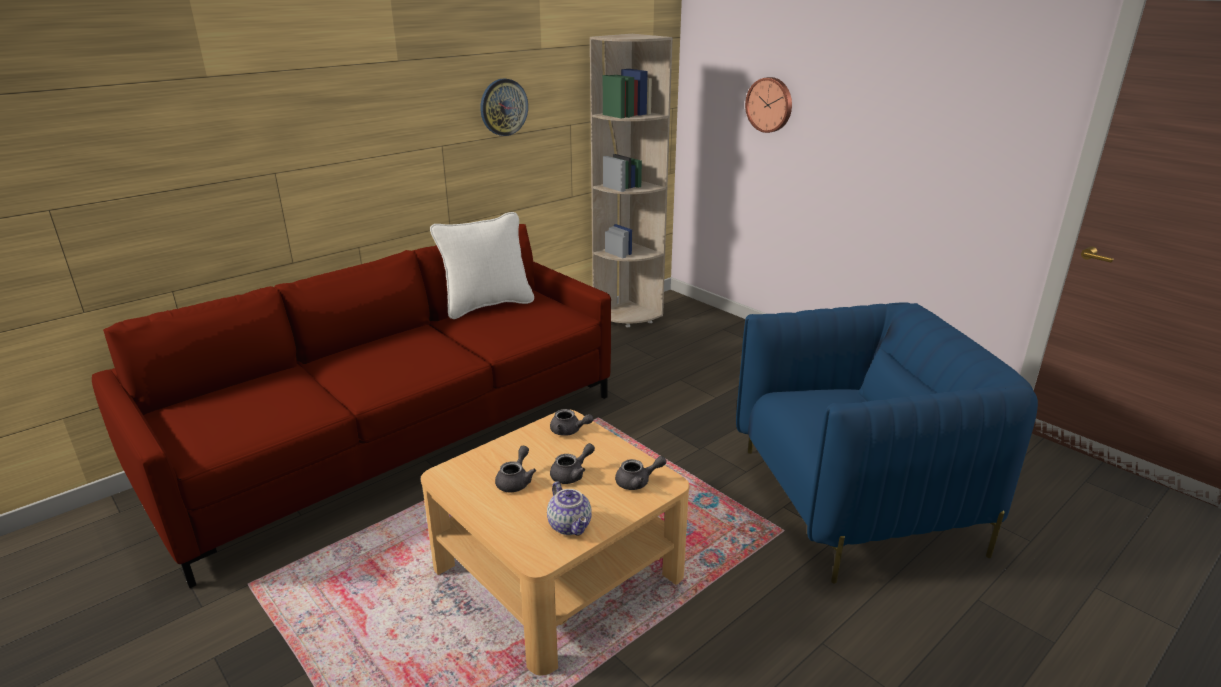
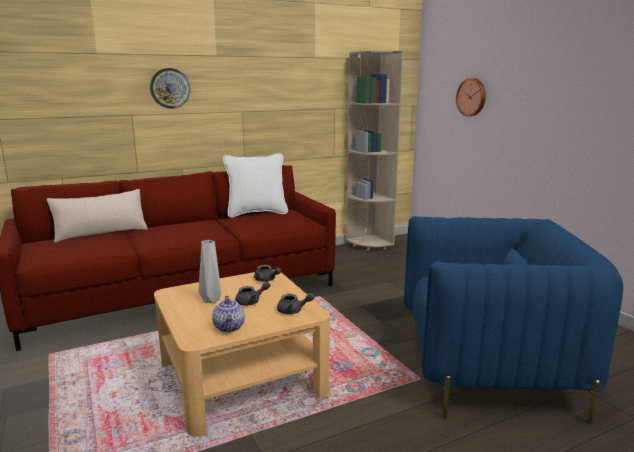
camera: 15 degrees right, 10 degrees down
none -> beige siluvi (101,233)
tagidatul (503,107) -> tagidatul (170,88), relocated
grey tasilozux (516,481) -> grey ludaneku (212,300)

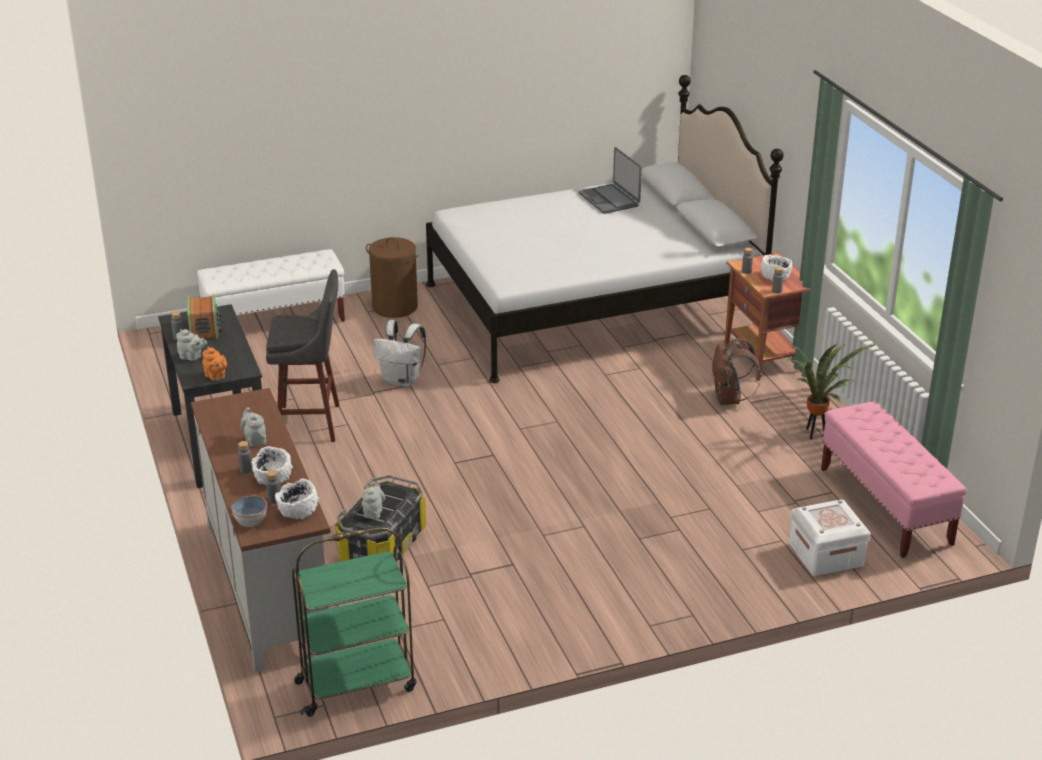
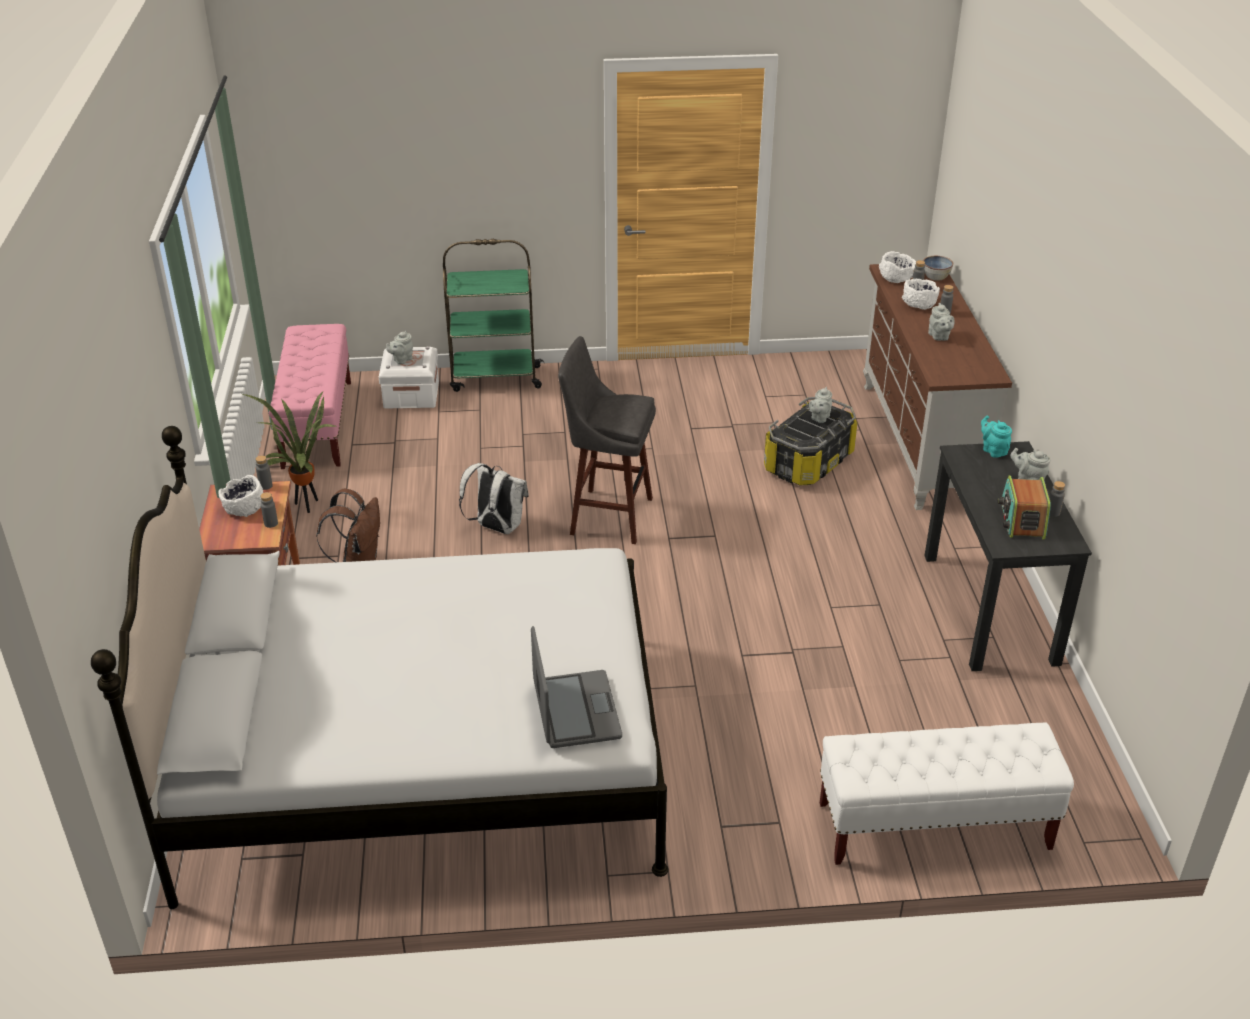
camera: 165 degrees left, 5 degrees up
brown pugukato (394,307) -> none
none -> grey tasilozux (401,360)
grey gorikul (312,424) -> grey gorikul (607,515), relocated
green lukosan (357,686) -> green lukosan (494,379), relocated
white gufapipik (402,380) -> white gufapipik (496,527), relocated
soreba (609,200) -> soreba (575,711), relocated
orange tasilozux (216,377) -> turquoise tasilozux (993,450)

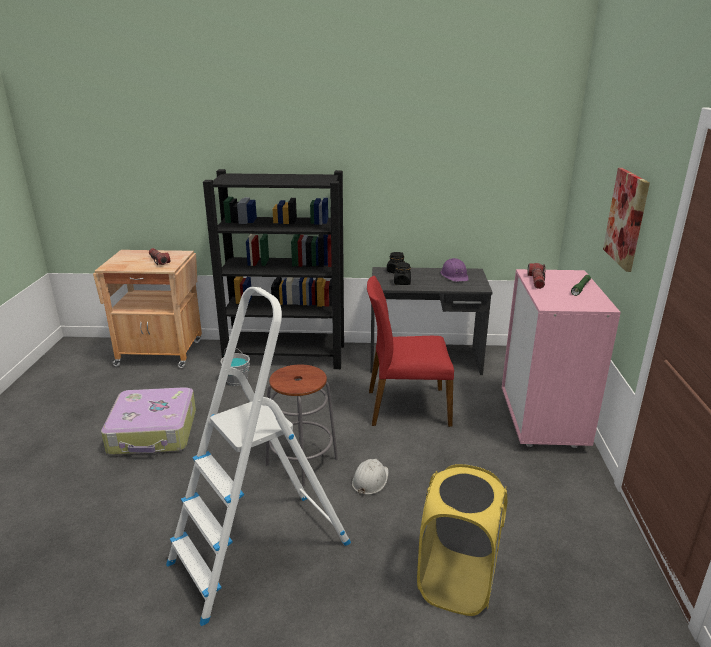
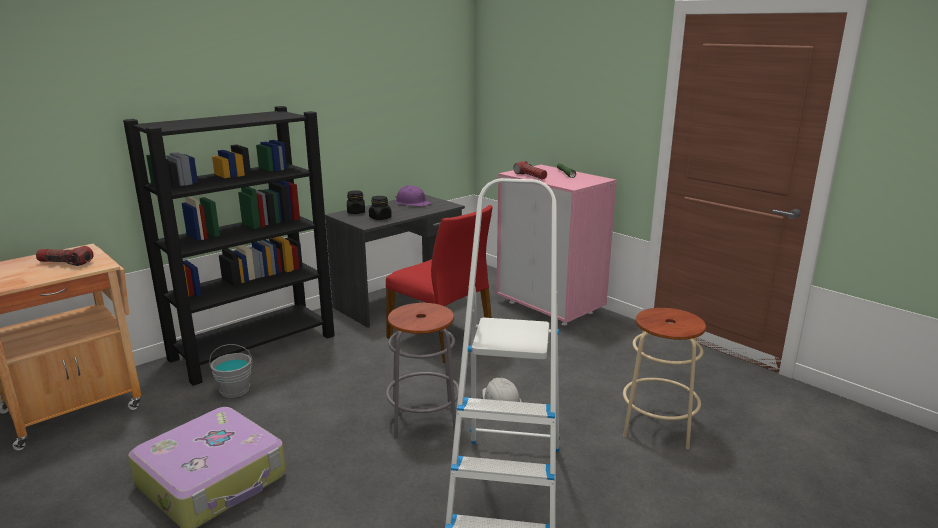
camera: 45 degrees left, 5 degrees down
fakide (626,218) -> none
yellow pugukato (457,582) -> beige gorikul (658,425)
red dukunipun (407,407) -> red dukunipun (442,338), 90 degrees counterclockwise

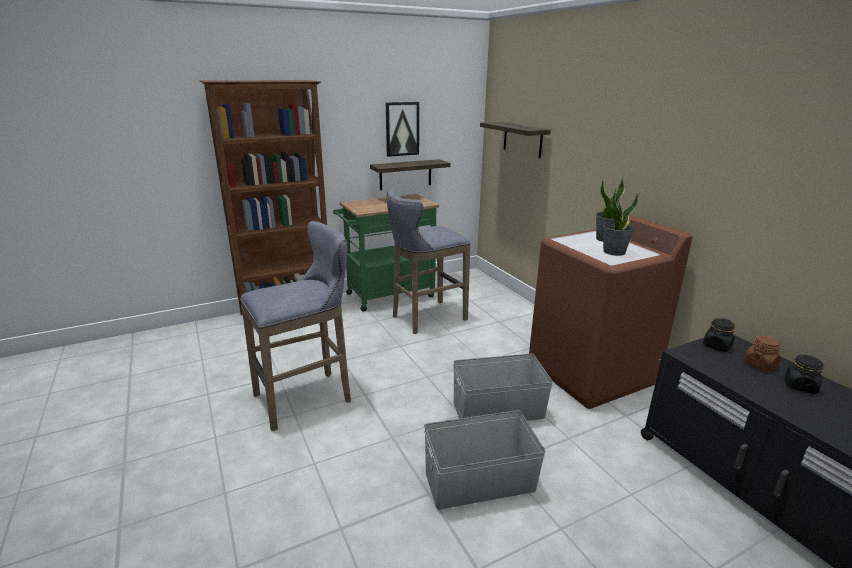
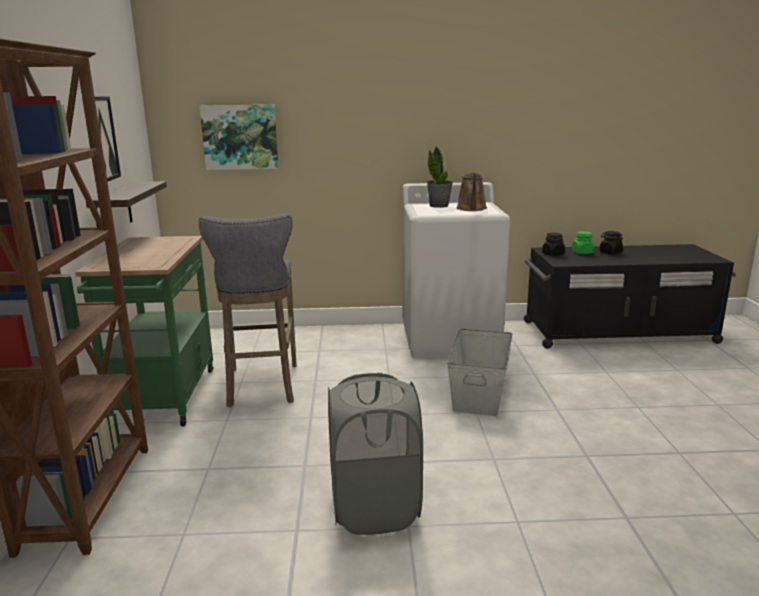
camera: 65 degrees left, 5 degrees down
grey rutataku (480,482) -> none
grey gorikul (307,397) -> grey pugukato (374,508)
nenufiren (522,139) -> fakide (240,137)
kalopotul (614,252) -> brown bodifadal (471,209)
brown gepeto (591,373) -> white gepeto (450,339)
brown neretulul (760,364) -> green neretulul (582,252)

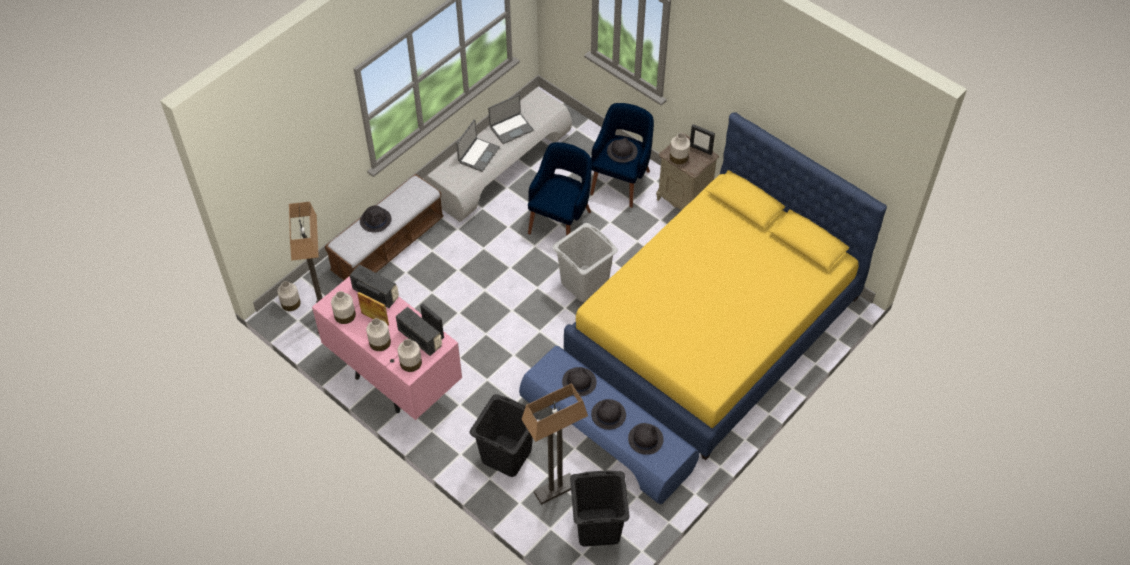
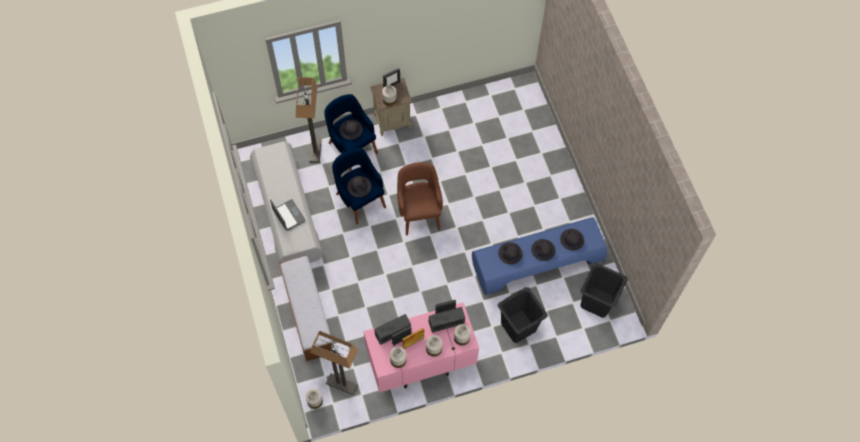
camera: 60 degrees left, 10 degrees up
soreba (511,128) -> none
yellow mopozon (714,326) -> none
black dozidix (376,220) -> black dozidix (359,186), relocated
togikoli (555,489) -> togikoli (315,151), relocated
grey pugukato (584,283) -> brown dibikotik (419,213)

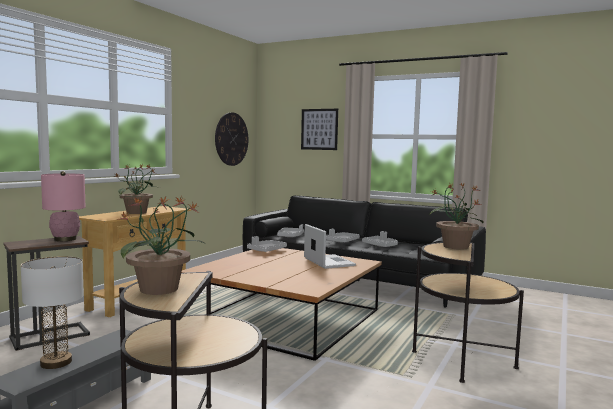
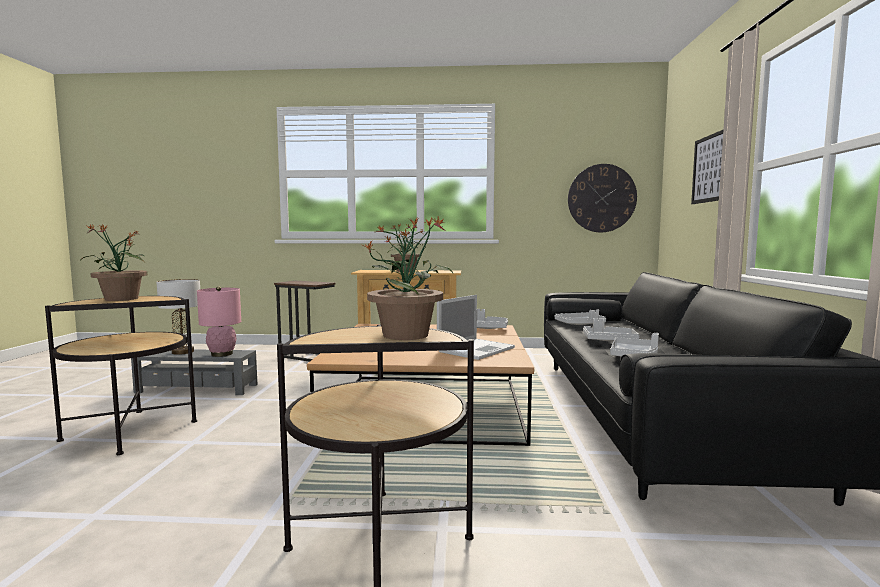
camera: 65 degrees right, 0 degrees up
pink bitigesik (65,239) -> pink bitigesik (221,354), relocated

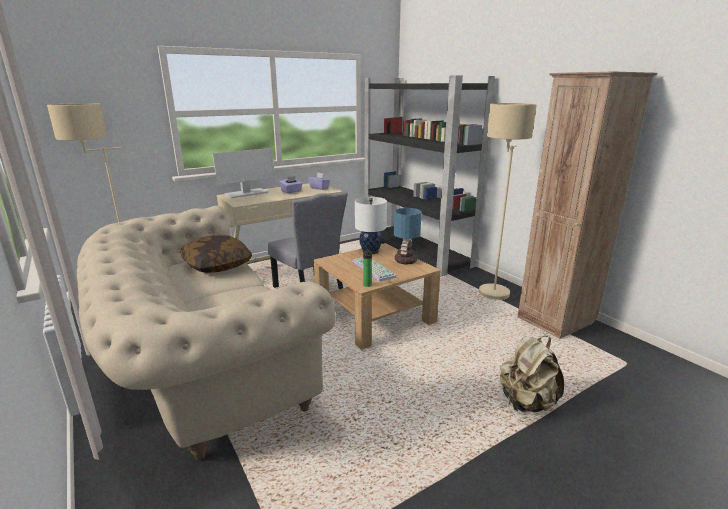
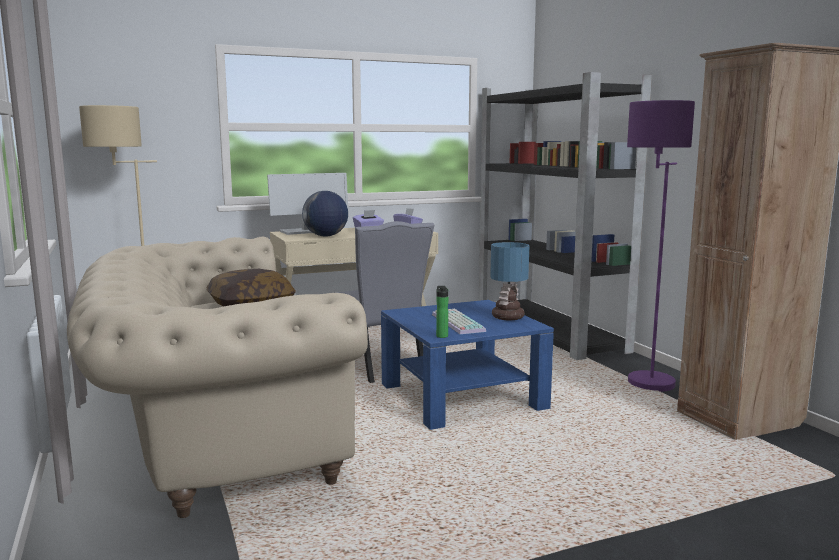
camera: 10 degrees right, 10 degrees down
white bitigesik (370,251) -> none
beige gufapipik (526,402) -> none
none -> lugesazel (325,236)
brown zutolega (374,316) -> blue zutolega (462,396)
beige togikoli (491,297) -> purple togikoli (645,387)

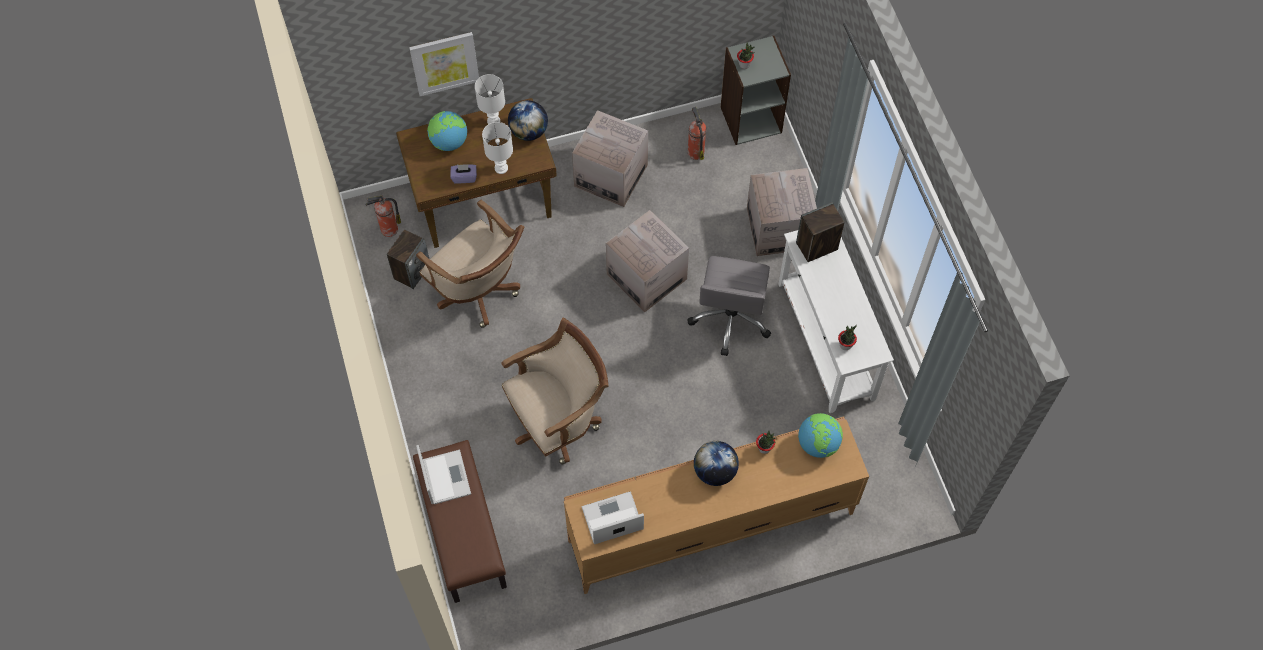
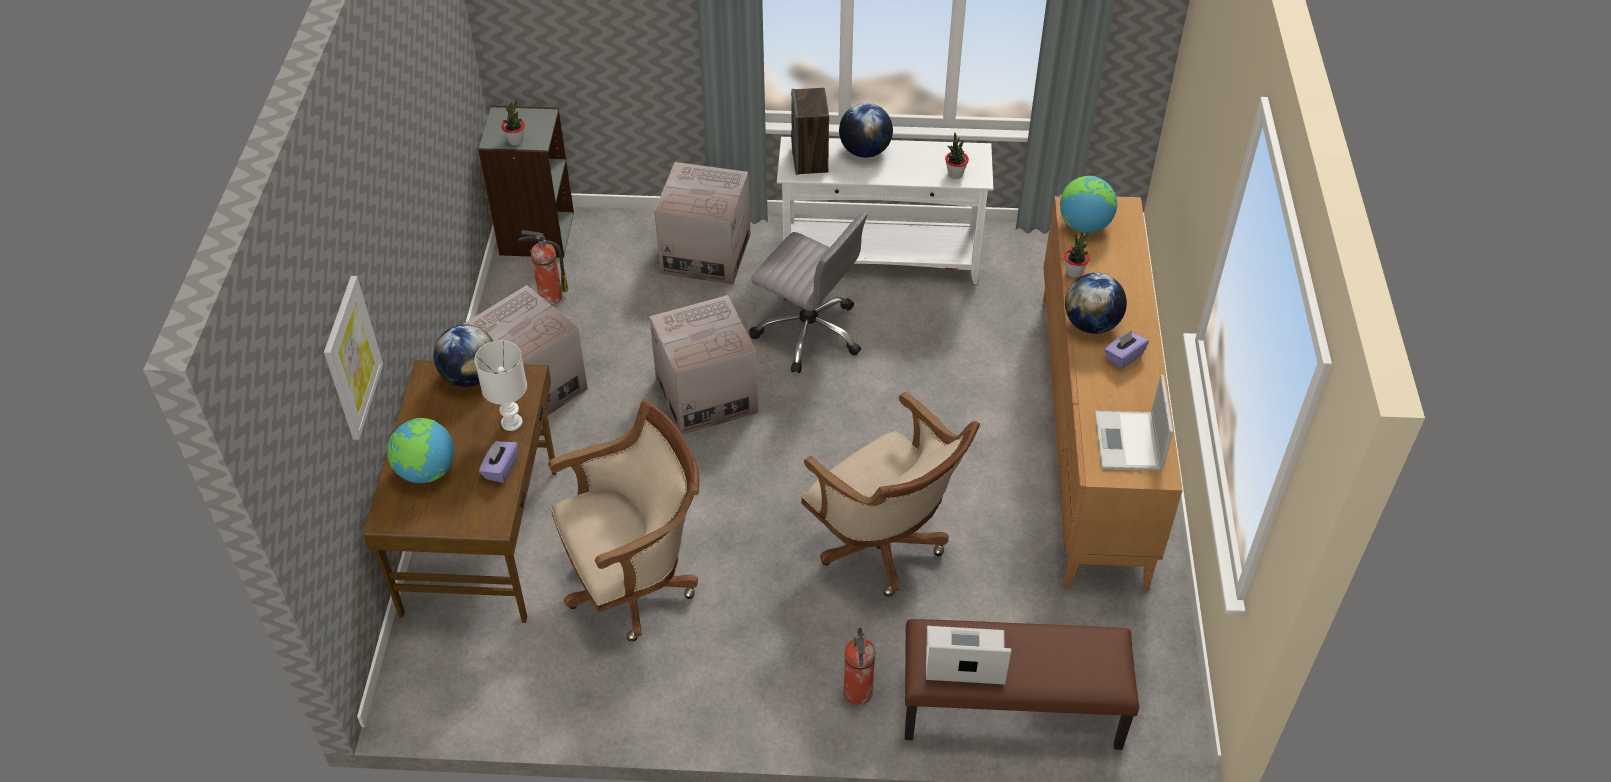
camera: 70 degrees left, 15 degrees down
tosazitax (412,271) -> none
white bitigesik (493,121) -> none
none -> lugesazel (865,151)
none -> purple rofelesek (1123,357)
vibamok (388,229) -> vibamok (858,694), relocated
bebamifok (559,423) -> bebamifok (884,549), 150 degrees clockwise

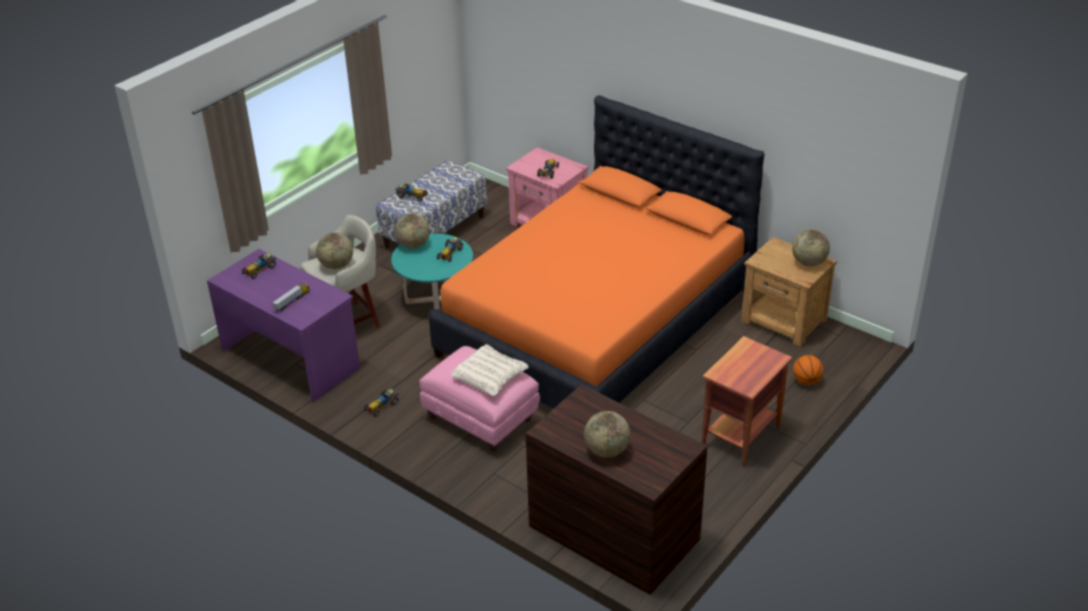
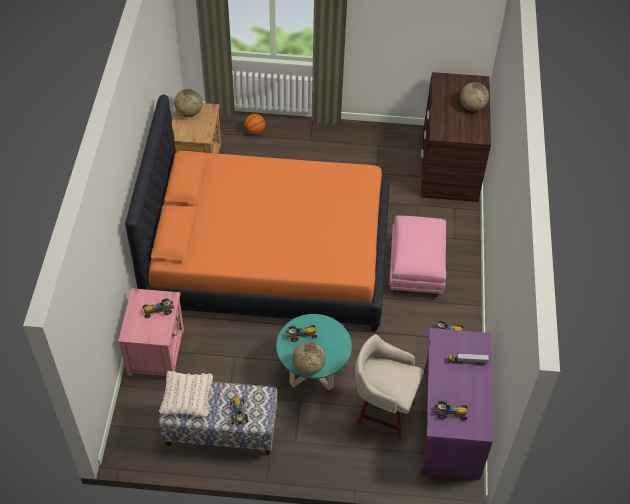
camera: 125 degrees left, 15 degrees up
lugesazel (336,265) -> none
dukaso (741,437) -> none
beige siluvi (490,376) -> beige siluvi (187,397), relocated

